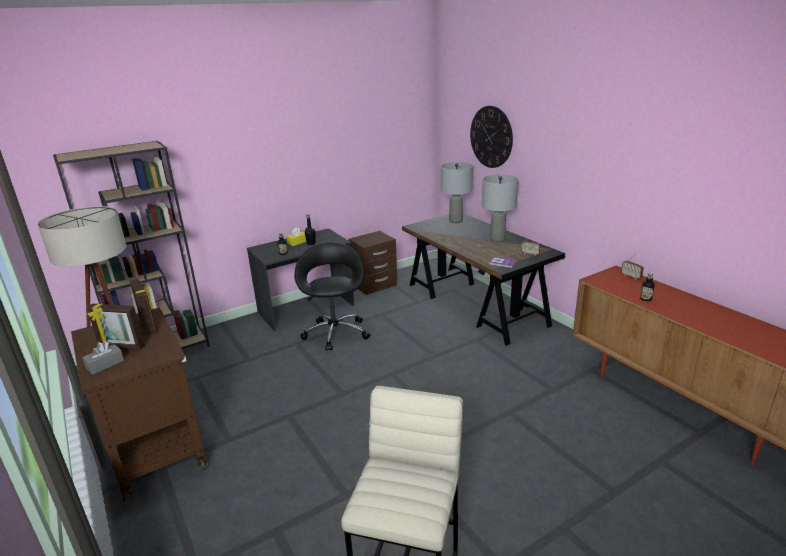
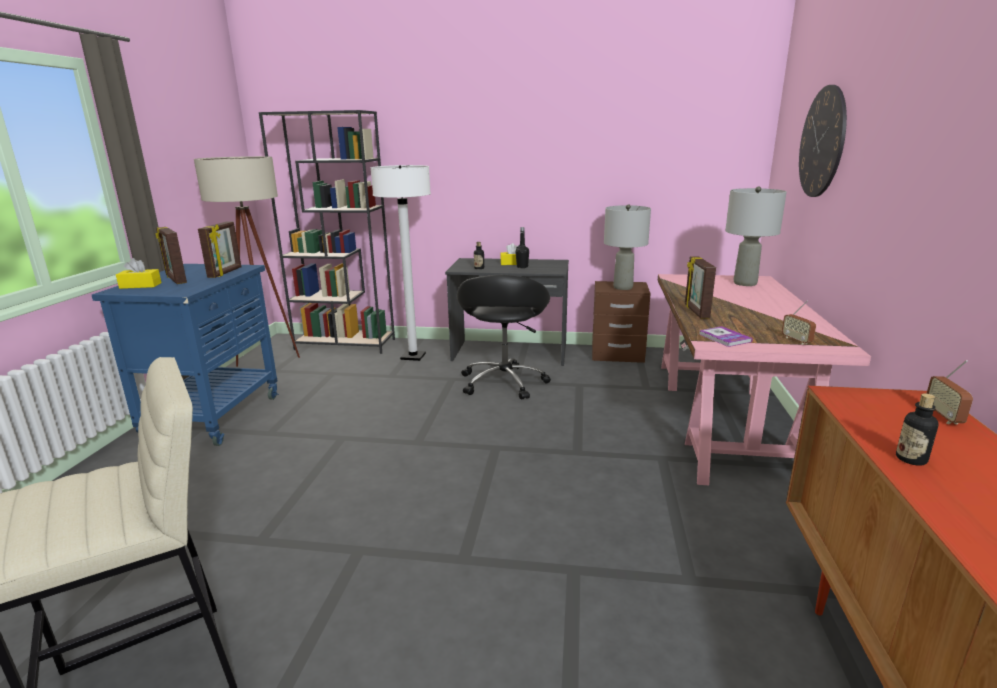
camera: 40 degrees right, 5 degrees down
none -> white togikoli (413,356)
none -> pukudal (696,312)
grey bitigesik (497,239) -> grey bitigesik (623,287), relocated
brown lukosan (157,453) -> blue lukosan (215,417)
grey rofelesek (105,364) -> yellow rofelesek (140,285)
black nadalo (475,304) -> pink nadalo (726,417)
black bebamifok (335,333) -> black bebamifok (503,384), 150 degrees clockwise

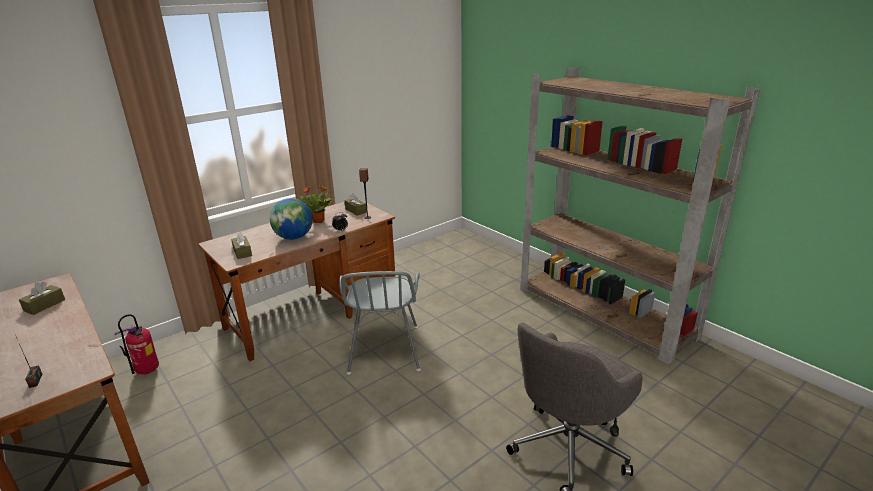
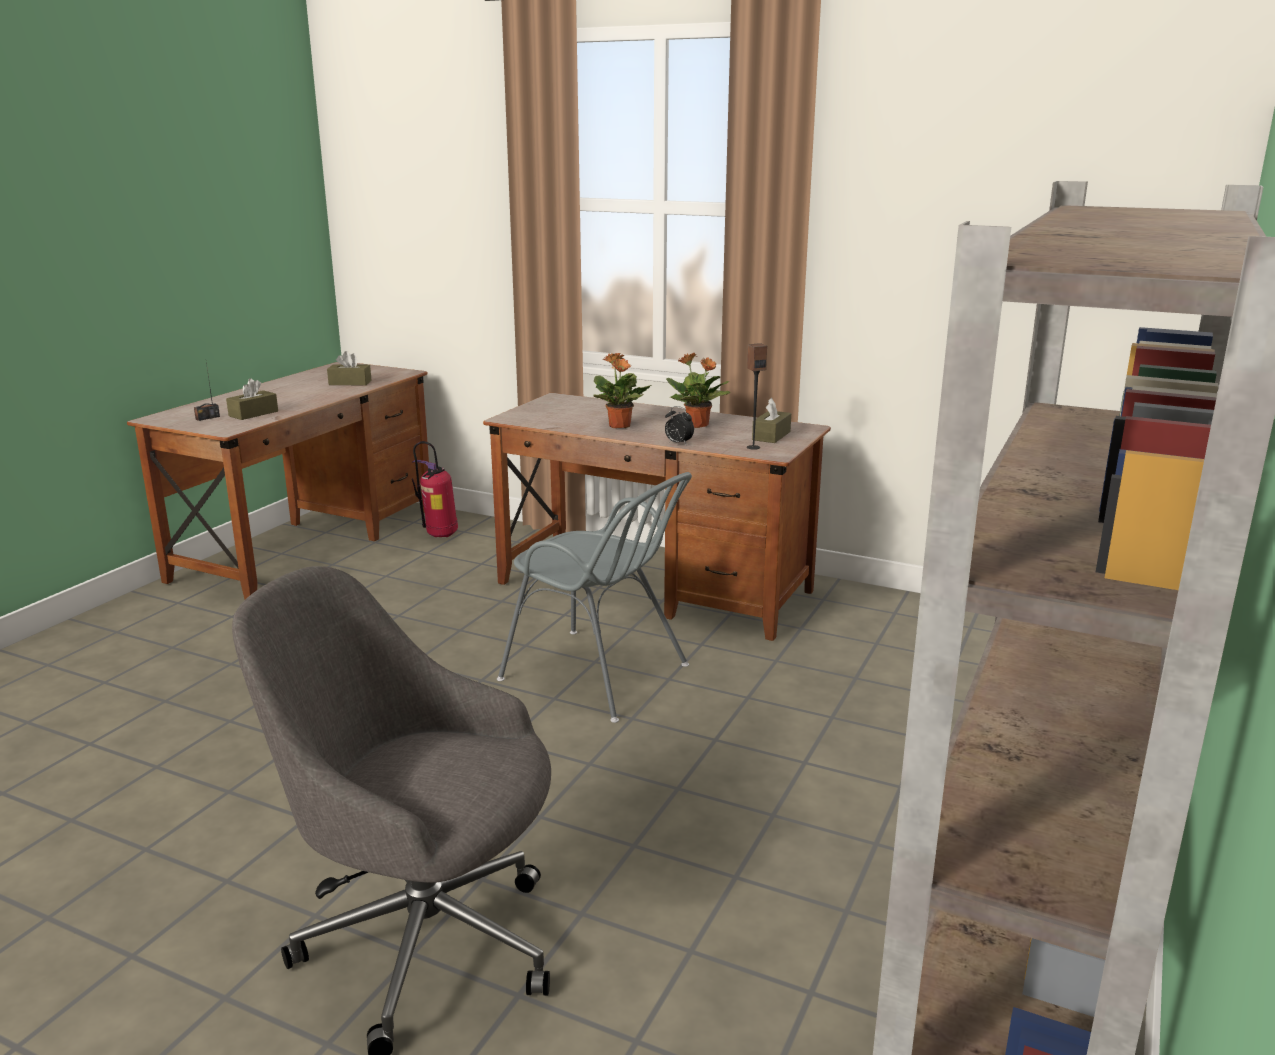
camera: 65 degrees right, 5 degrees down
brown rofelesek (242,252) -> brown rofelesek (253,414), relocated
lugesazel (294,237) -> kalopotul (619,426)
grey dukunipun (385,351) -> grey dukunipun (600,674), 120 degrees counterclockwise

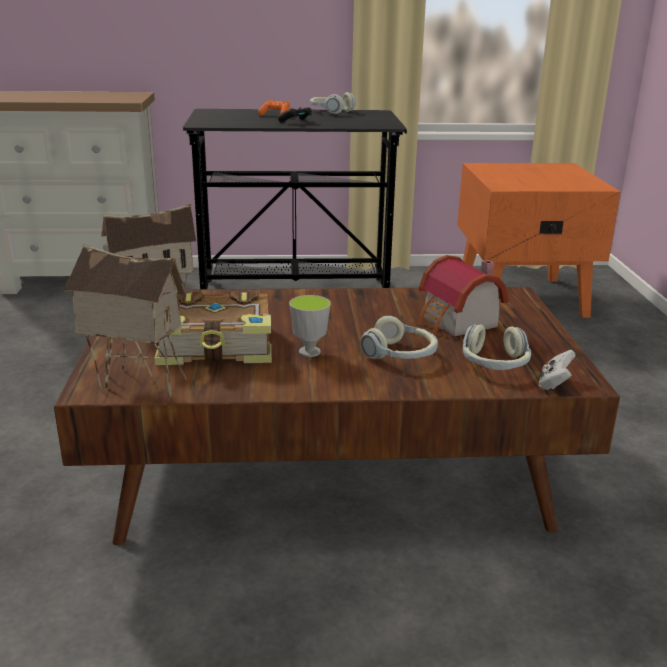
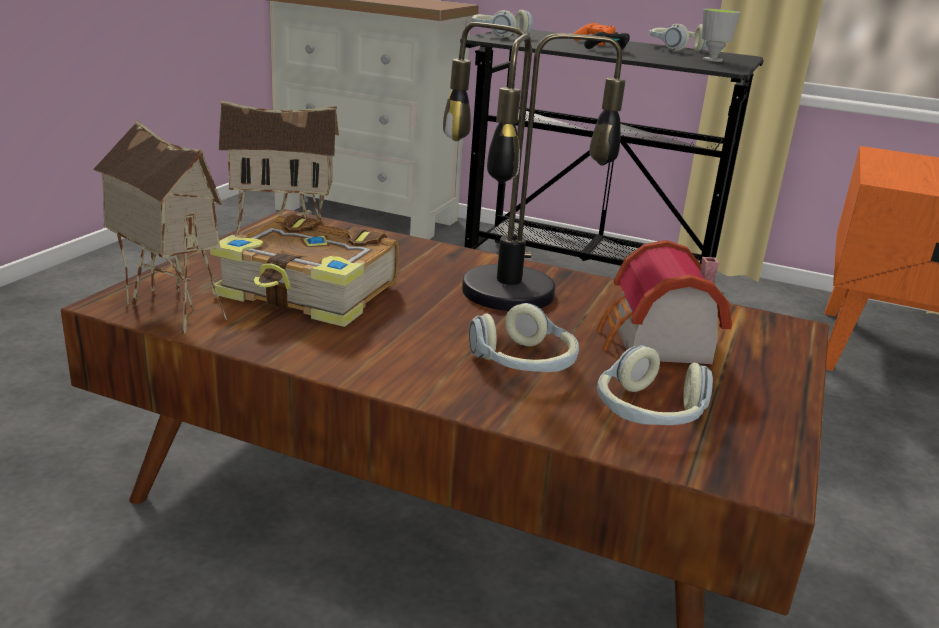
camera: 25 degrees right, 0 degrees up
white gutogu (554,384) -> none
none -> bitigesik (506,292)
none -> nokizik (498,34)
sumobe (309,352) -> sumobe (712,60), relocated

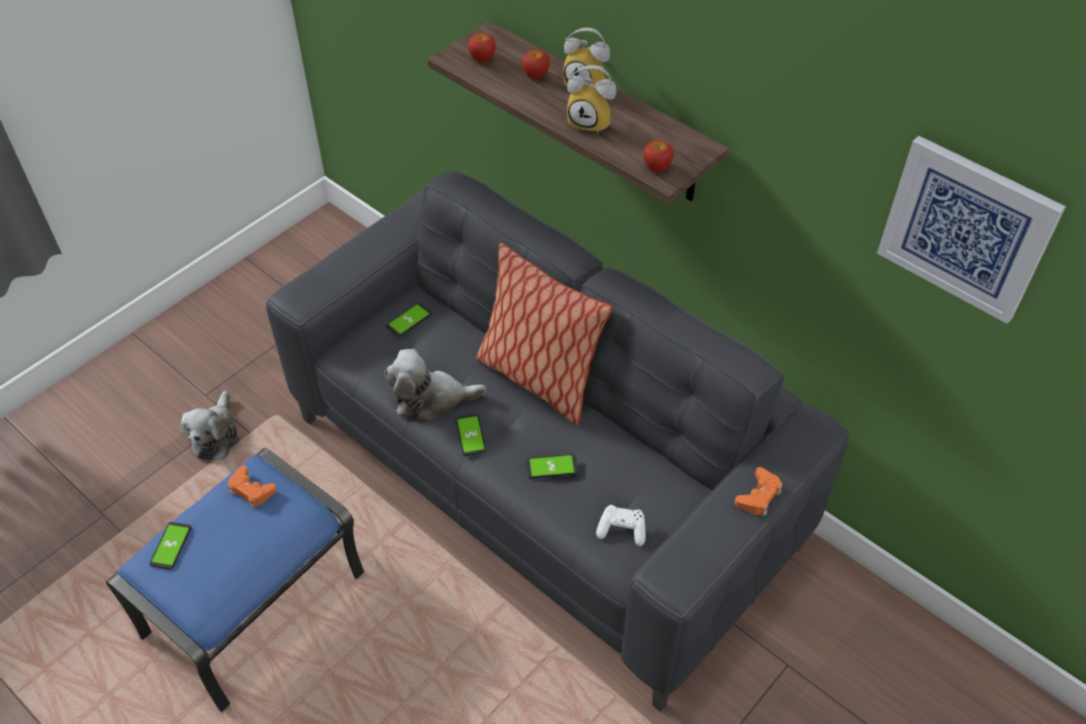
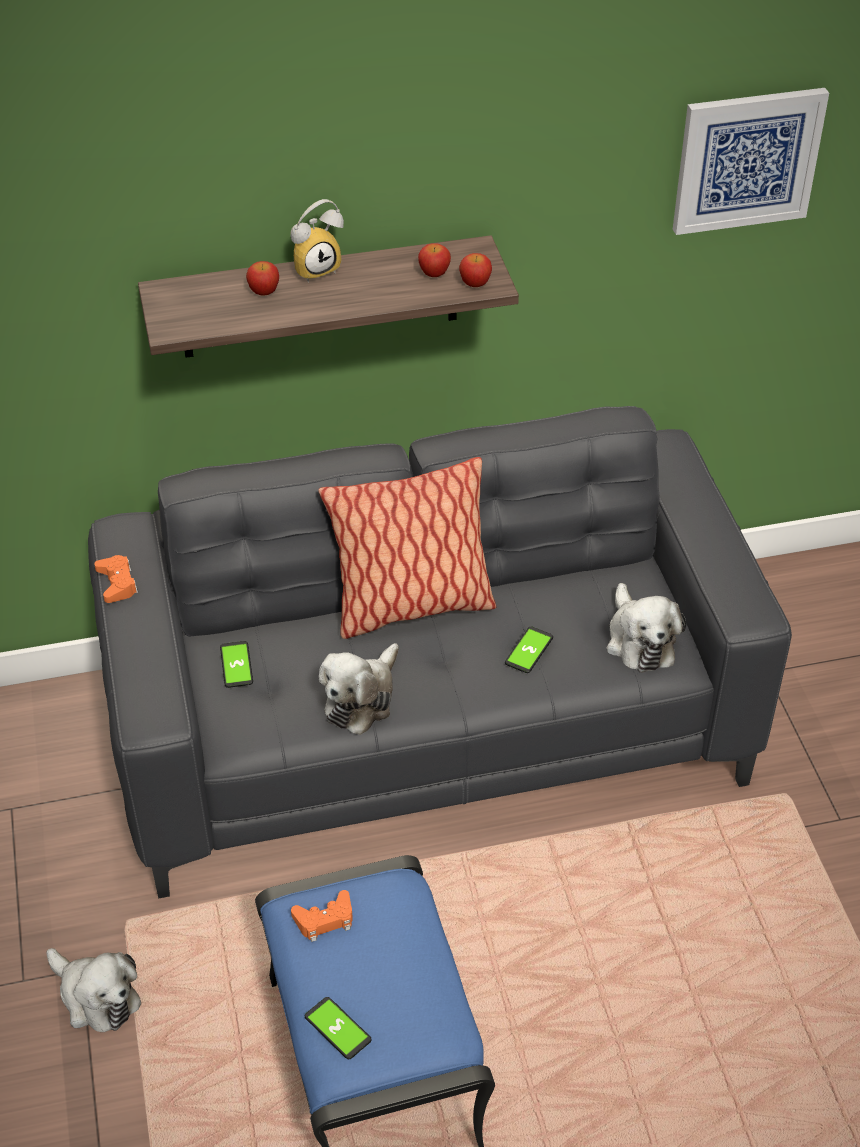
camera: 55 degrees left, 5 degrees down
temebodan (470,435) -> none
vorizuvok (592,122) -> none
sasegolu (482,59) -> sasegolu (434,273), relocated
orange gutogu (759,496) -> orange gutogu (117,583), relocated
white gutogu (622,530) -> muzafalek (639,640)

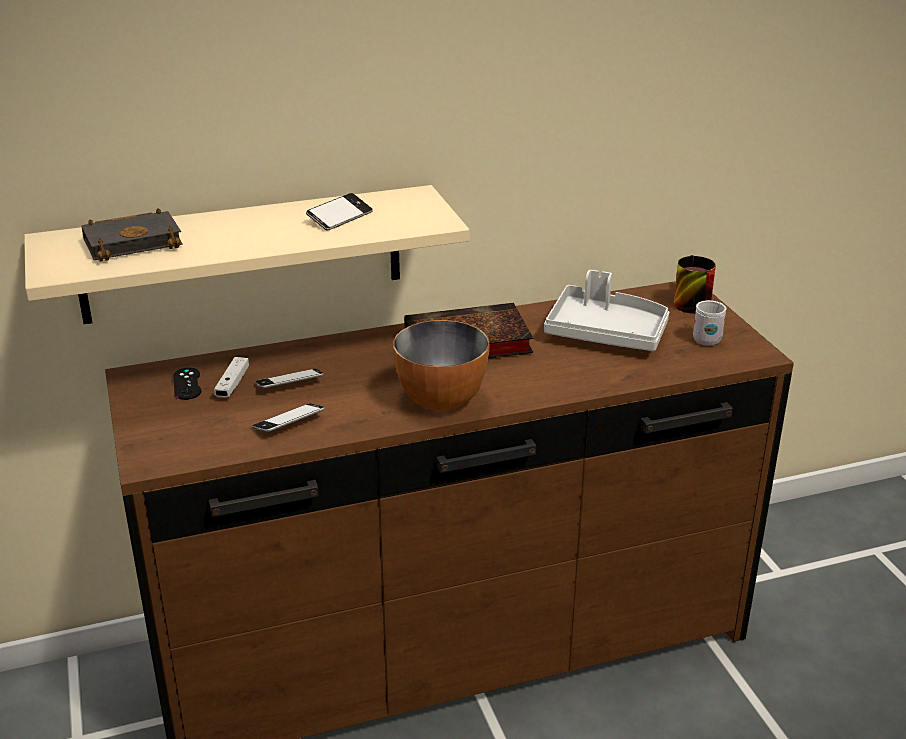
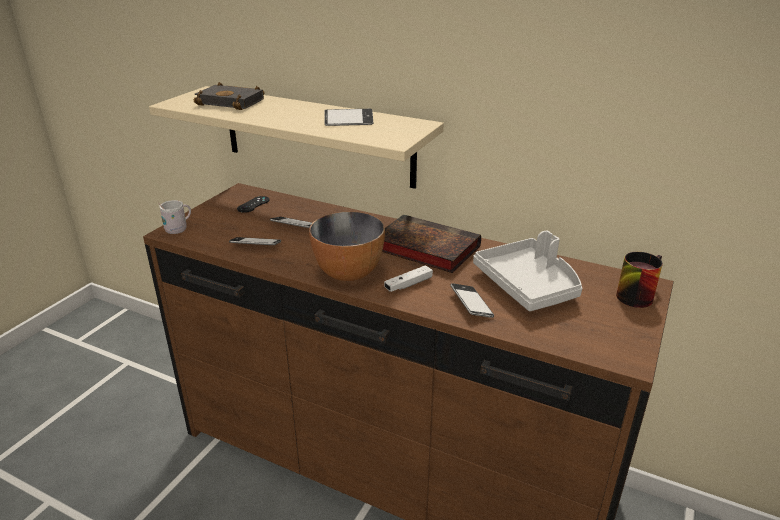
camera: 45 degrees right, 0 degrees up
none -> temebodan (471,304)
white gutogu (232,384) -> white gutogu (408,284), relocated
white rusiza (705,338) -> white rusiza (179,229), relocated

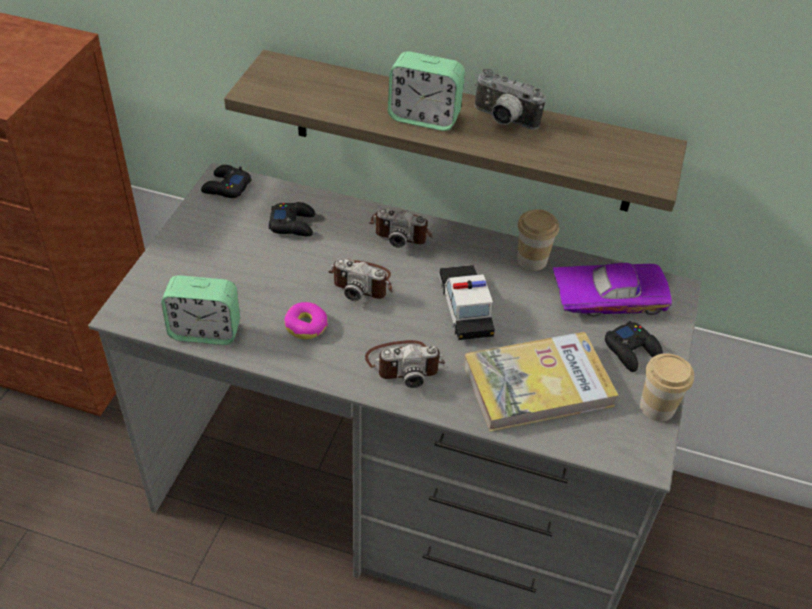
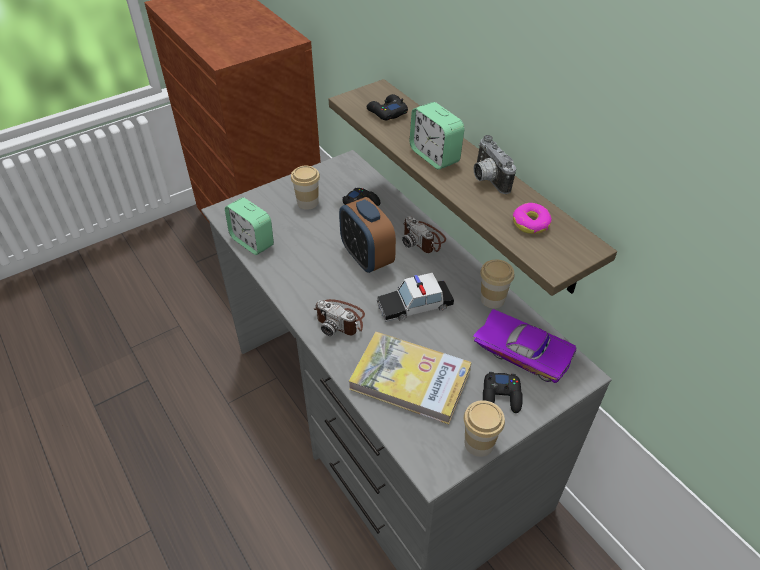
camera: 40 degrees right, 0 degrees up
none -> sumobe (307,202)
black gutogu (226,187) -> black gutogu (387,112), relocated
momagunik (306,326) -> momagunik (530,223), relocated
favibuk (362,282) -> vorizuvok (367,258)
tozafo (465,307) -> tozafo (414,305), 135 degrees counterclockwise

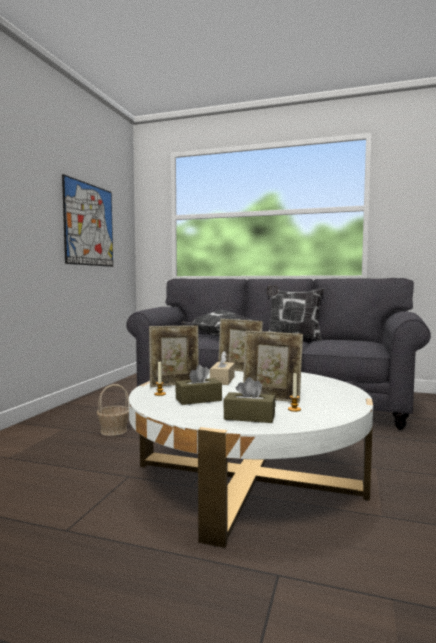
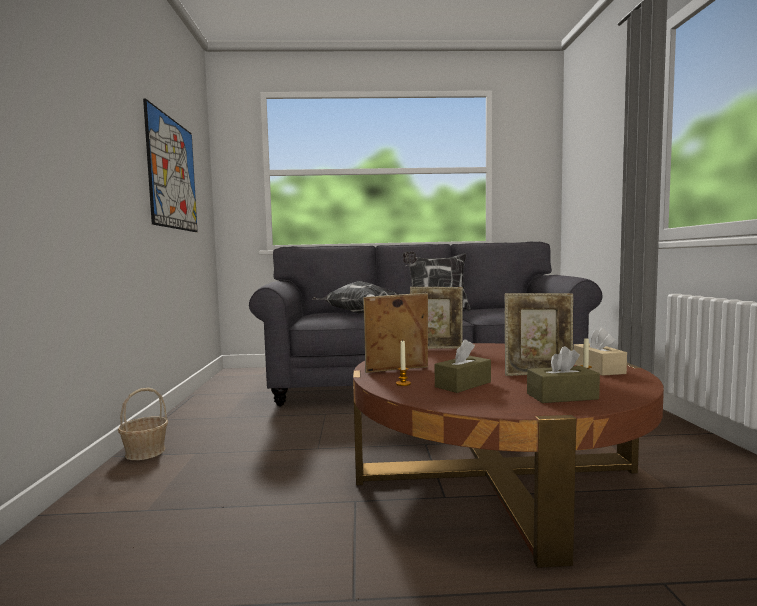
camera: 20 degrees left, 0 degrees up
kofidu (113,431) -> kofidu (145,452), relocated
beige rofelesek (222,380) -> beige rofelesek (598,369), relocated
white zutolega (247,477) -> brown zutolega (494,473)
pukudal (174,384) -> pukudal (397,371), 150 degrees counterclockwise

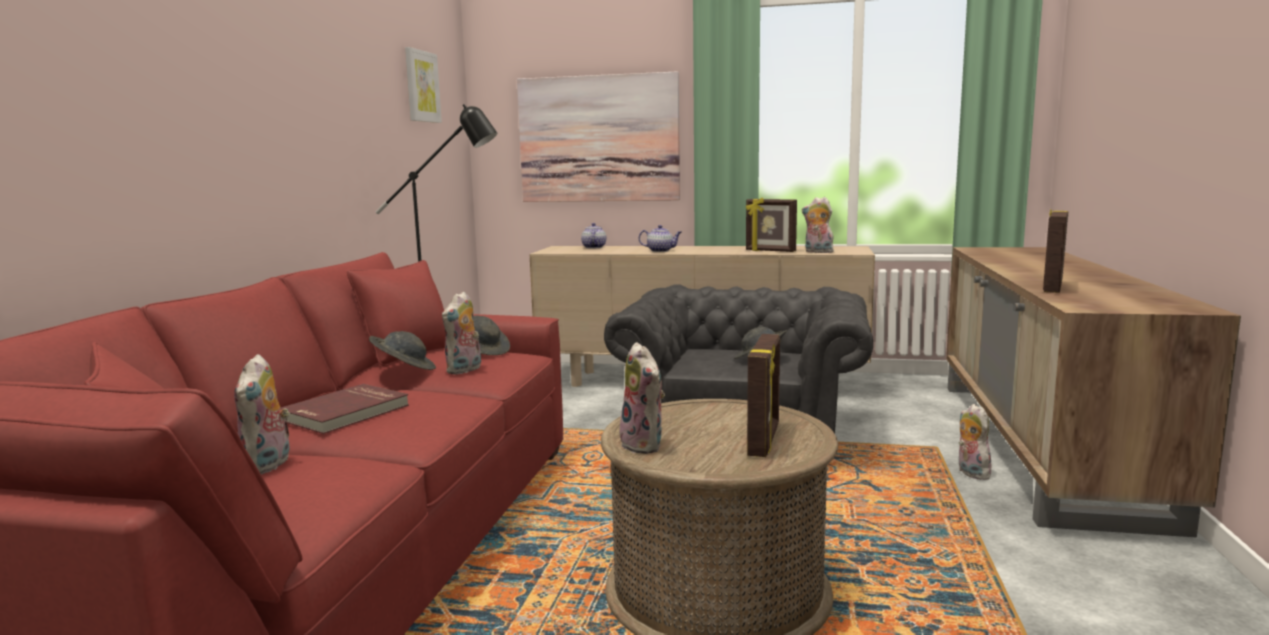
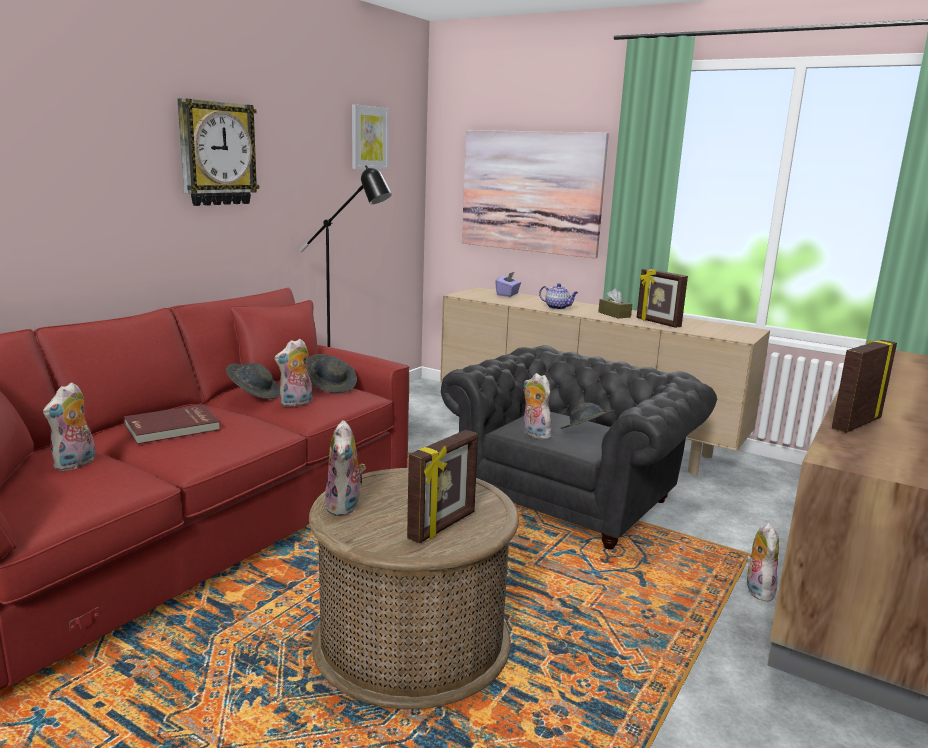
camera: 20 degrees right, 5 degrees up
none -> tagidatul (217,154)
none -> brown rofelesek (614,314)
muzafalek (817,252) -> muzafalek (534,434), relocated
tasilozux (593,247) -> purple rofelesek (507,294)

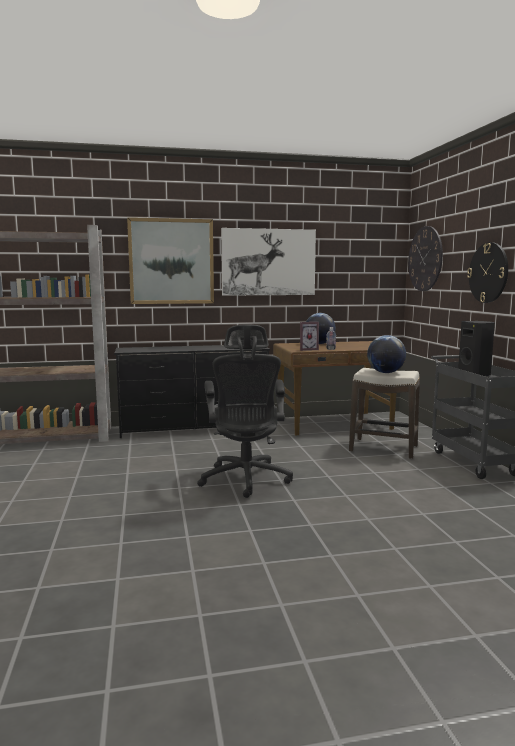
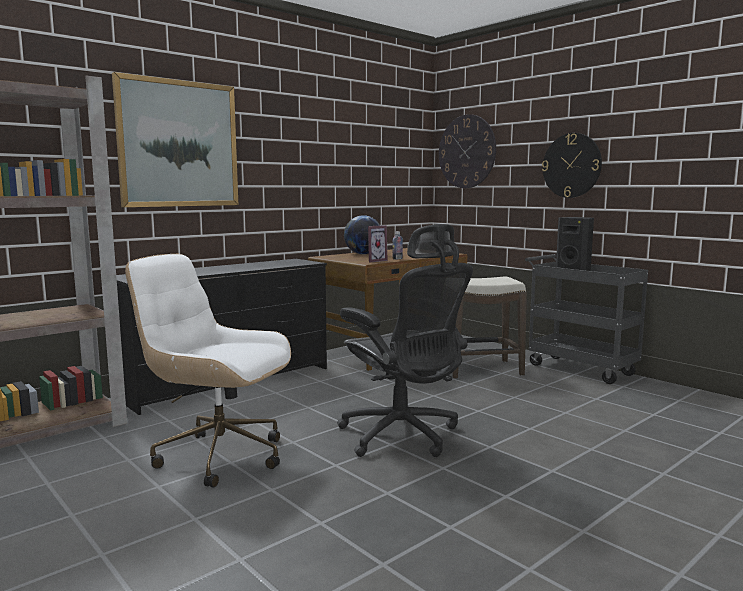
camera: 30 degrees left, 0 degrees up
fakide (268,262) -> none
lugesazel (385,372) -> none
none -> white bebamifok (217,456)

